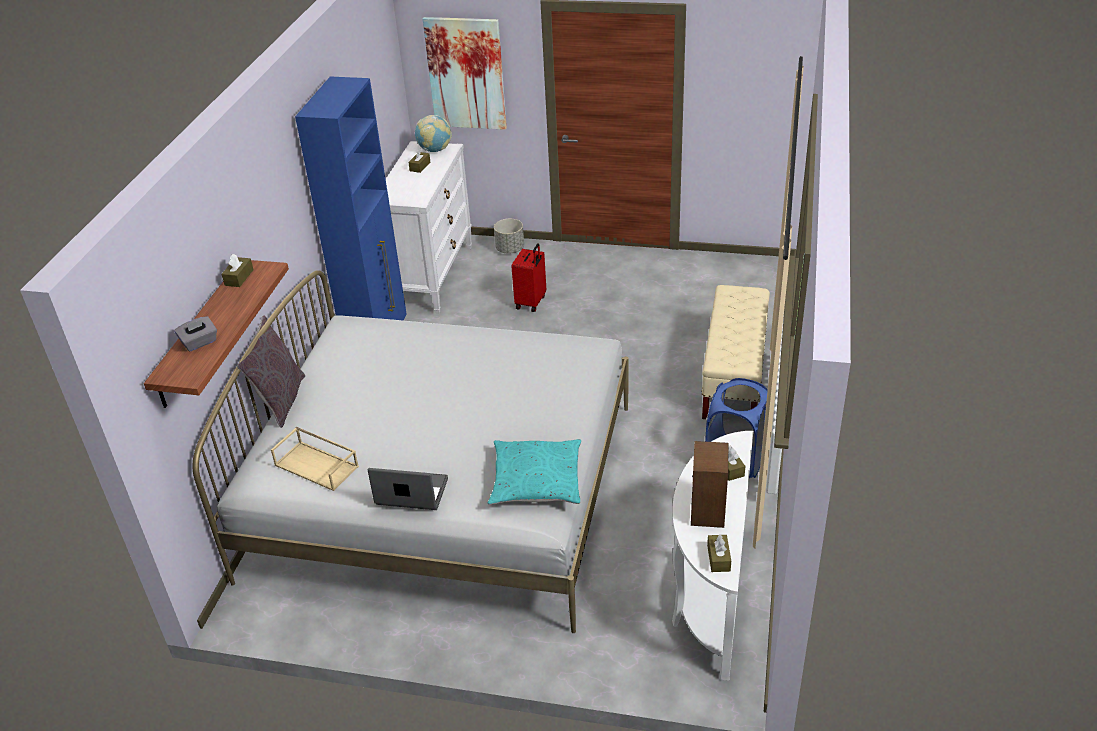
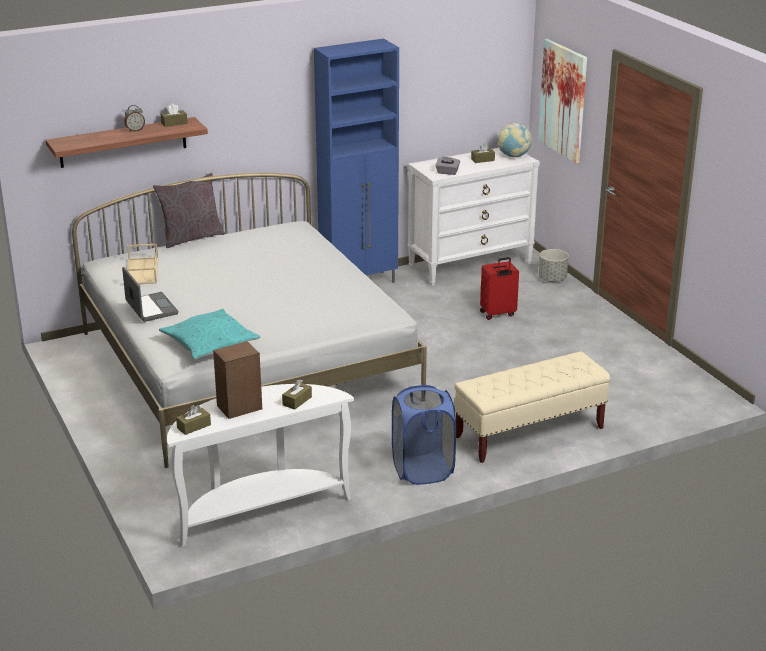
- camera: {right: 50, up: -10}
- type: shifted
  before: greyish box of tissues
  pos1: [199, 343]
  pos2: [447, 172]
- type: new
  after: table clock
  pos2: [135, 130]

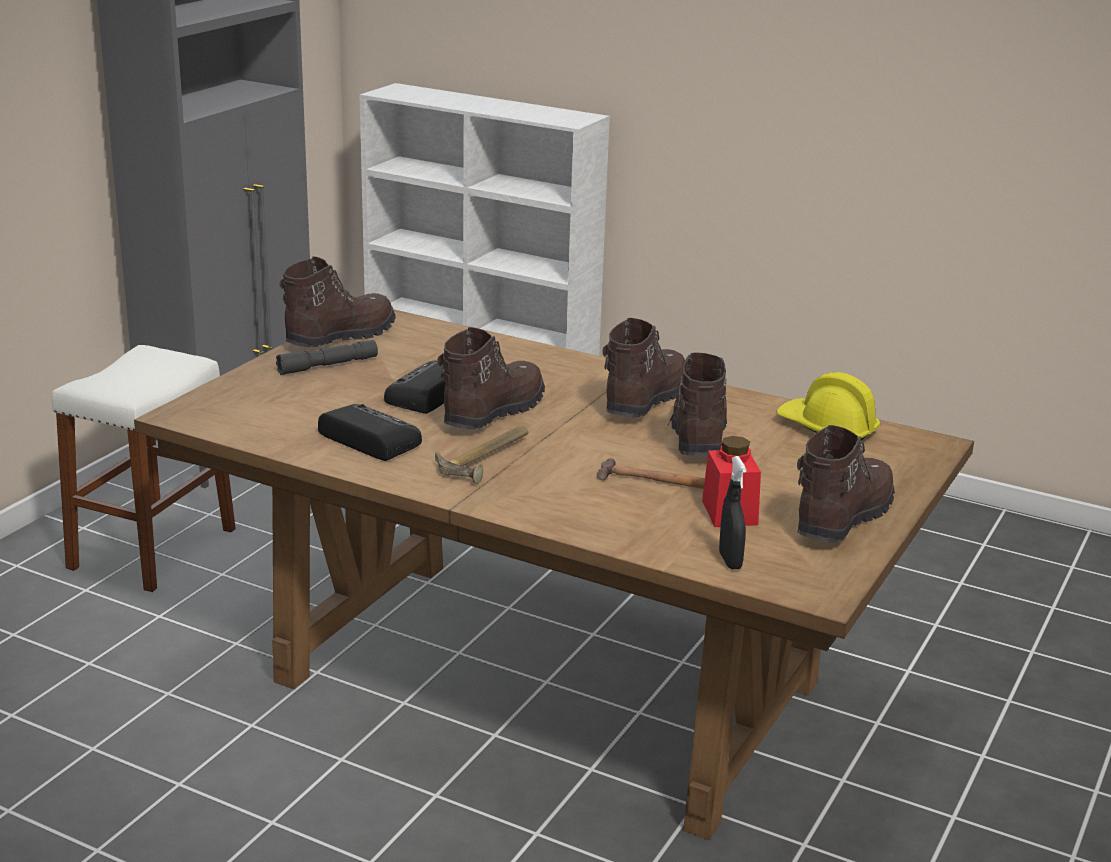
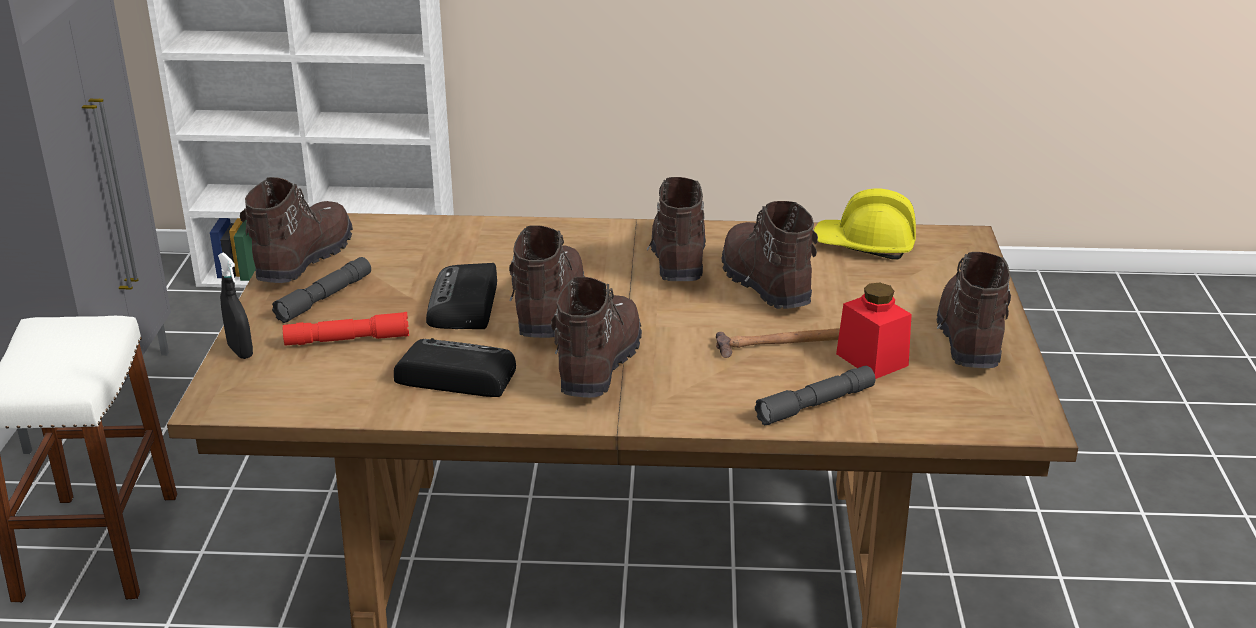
- camera: {right: -25, up: 5}
- type: swapped
  before: hammer
  after: brownish boot
  pos1: [488, 459]
  pos2: [597, 364]
- type: shifted
  before: black hand sprayer
  pos1: [730, 561]
  pos2: [240, 351]
- type: new
  after: red-coloured hand torch
  pos2: [347, 340]
- type: new
  after: greyish hand torch
  pos2: [815, 404]

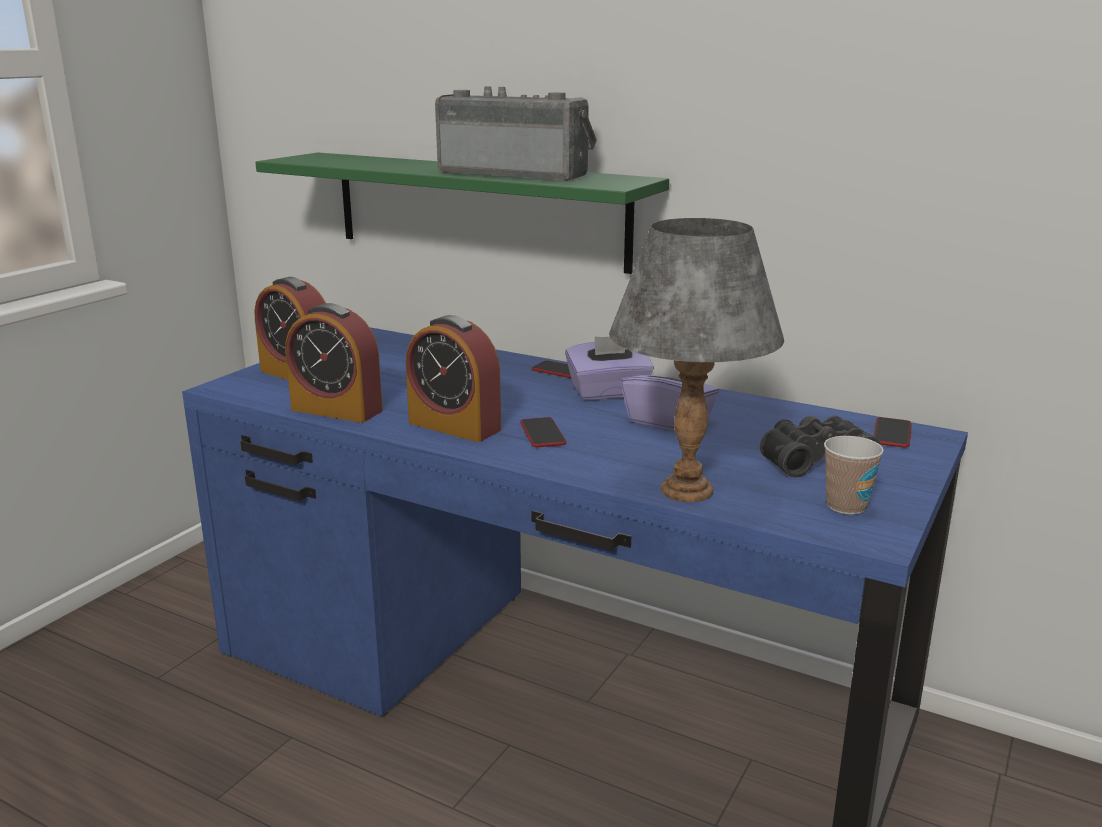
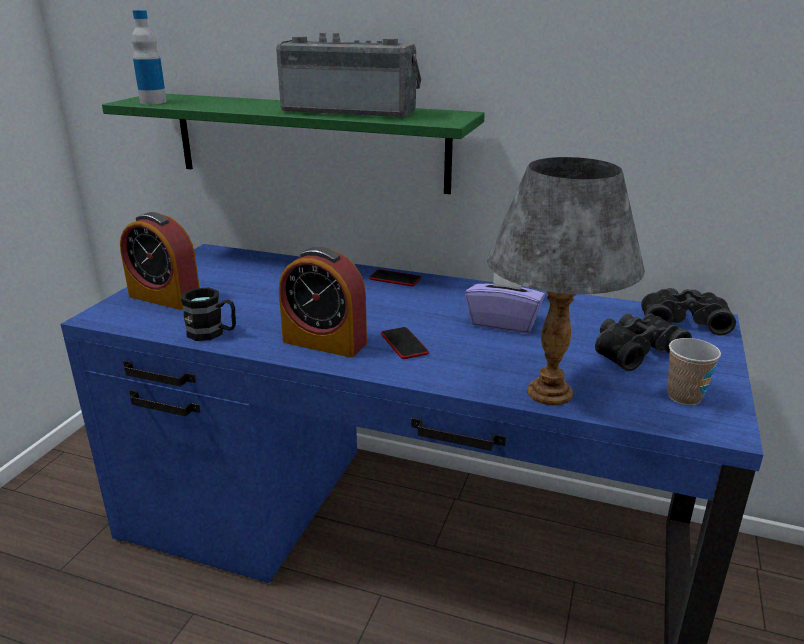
- camera: {right: -10, up: 5}
- type: swapped
  before: table clock
  after: black tea mug
  pos1: [336, 410]
  pos2: [212, 333]
- type: gone
  before: purple box of tissues
  pos1: [608, 393]
- type: swapped
  before: telephone
  after: black binoculars
  pos1: [892, 434]
  pos2: [683, 321]
- type: new
  after: beverage bottle
  pos2: [153, 102]

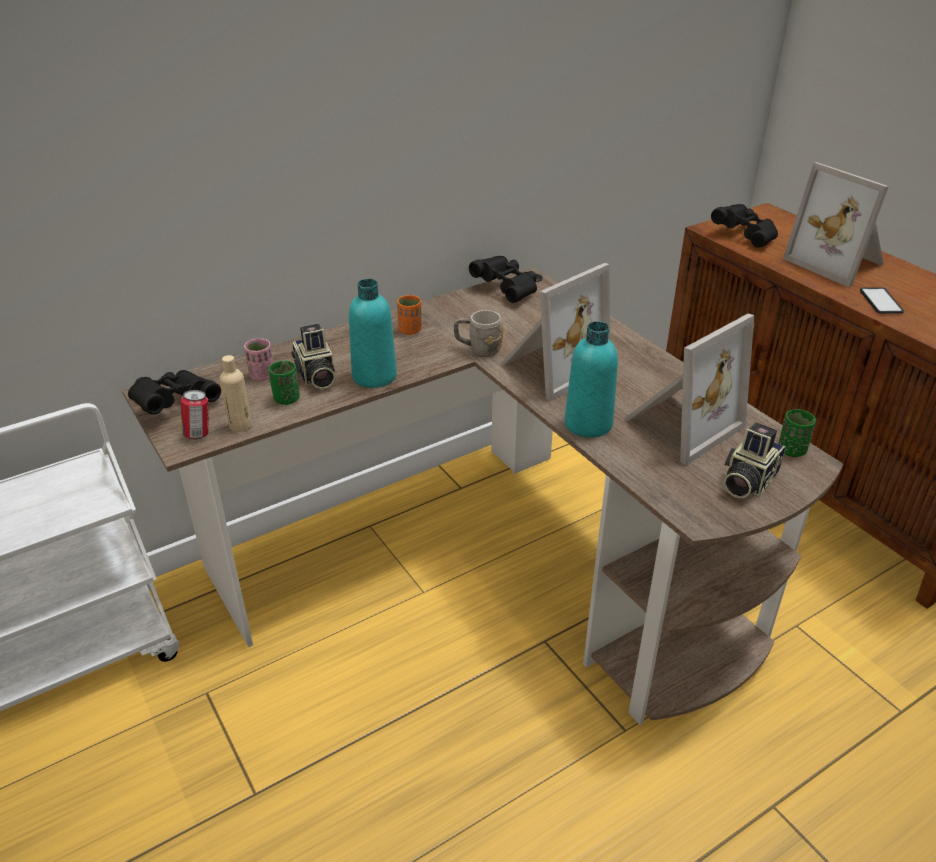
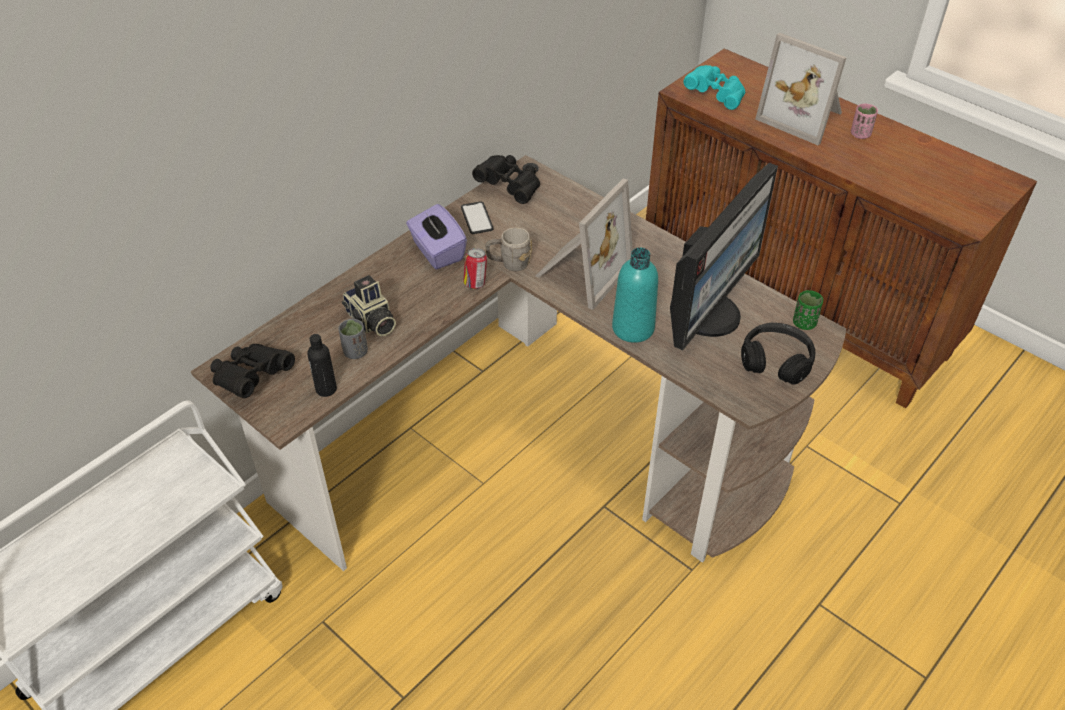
- camera: {right: -15, up: 10}
- type: shifted
  before: sealed can
  pos1: [199, 434]
  pos2: [475, 284]
- type: repainted
  before: beige beverage bottle
  after: black beverage bottle
  pos1: [240, 425]
  pos2: [326, 389]
- type: shifted
  before: pink-coloured drinking cup
  pos1: [262, 376]
  pos2: [860, 134]
- type: repainted
  before: greenish drinking cup
  after: greyish drinking cup
  pos1: [286, 399]
  pos2: [355, 352]
- type: gone
  before: blue-green beverage bottle
  pos1: [374, 376]
- type: swapped
  before: orangey drinking cup
  after: purple box of tissues
  pos1: [410, 330]
  pos2: [437, 252]
- type: swapped
  before: standing frame
  after: computer display
  pos1: [679, 424]
  pos2: [708, 314]
- type: repainted
  before: black binoculars
  after: blue-green binoculars
  pos1: [745, 236]
  pos2: [715, 96]
- type: swapped
  before: still camera
  after: black pair of headphones
  pos1: [746, 481]
  pos2: [776, 361]
- type: shifted
  before: telephone
  pos1: [880, 301]
  pos2: [477, 218]

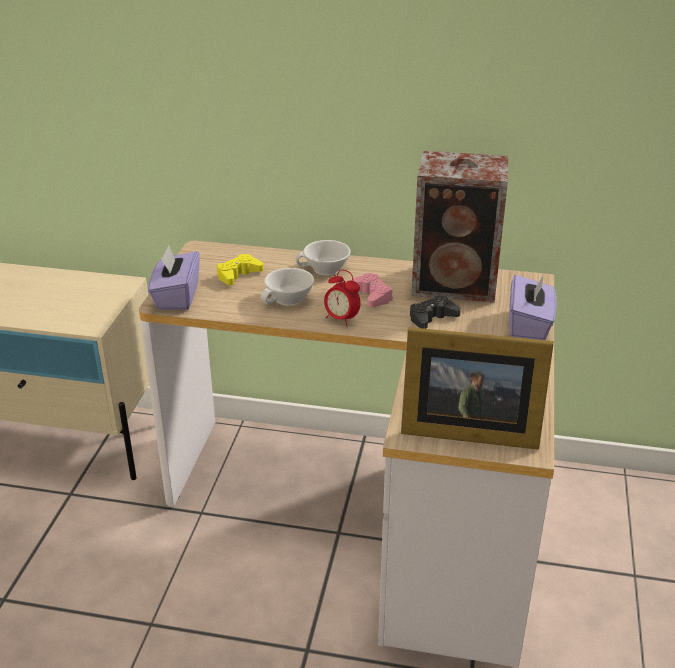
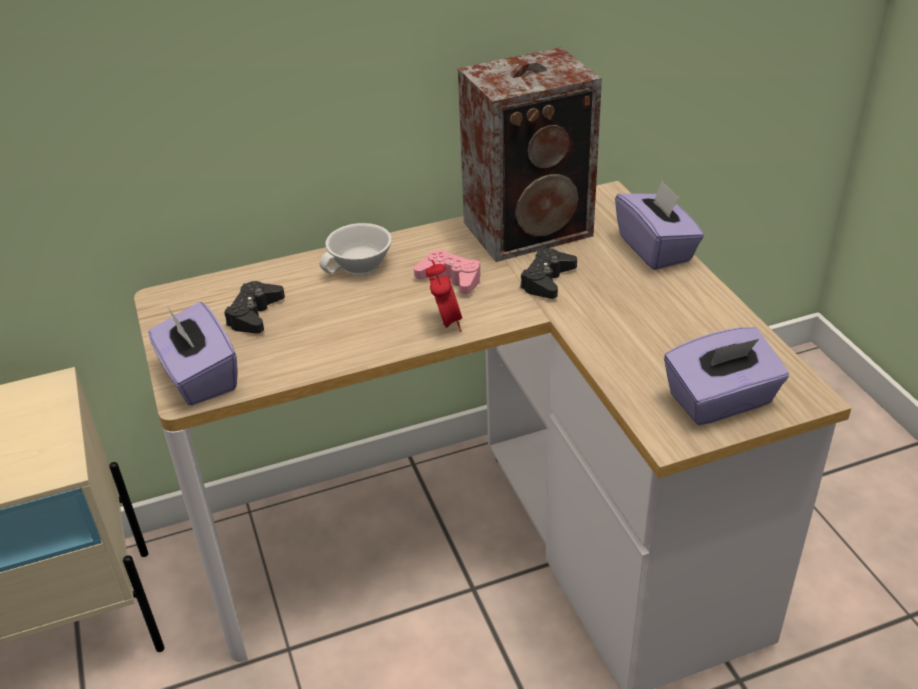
- camera: {right: -30, up: 5}
- type: repainted
  before: yellow joypad
  after: black joypad
  pos1: [238, 275]
  pos2: [255, 314]
- type: gone
  before: white-coloured drinking cup
  pos1: [289, 299]
- type: rotated
  before: table clock
  pos1: [341, 319]
  pos2: [446, 323]
  turn: -105
- type: swapped
  before: standing frame
  after: purple box of tissues
  pos1: [465, 429]
  pos2: [721, 401]

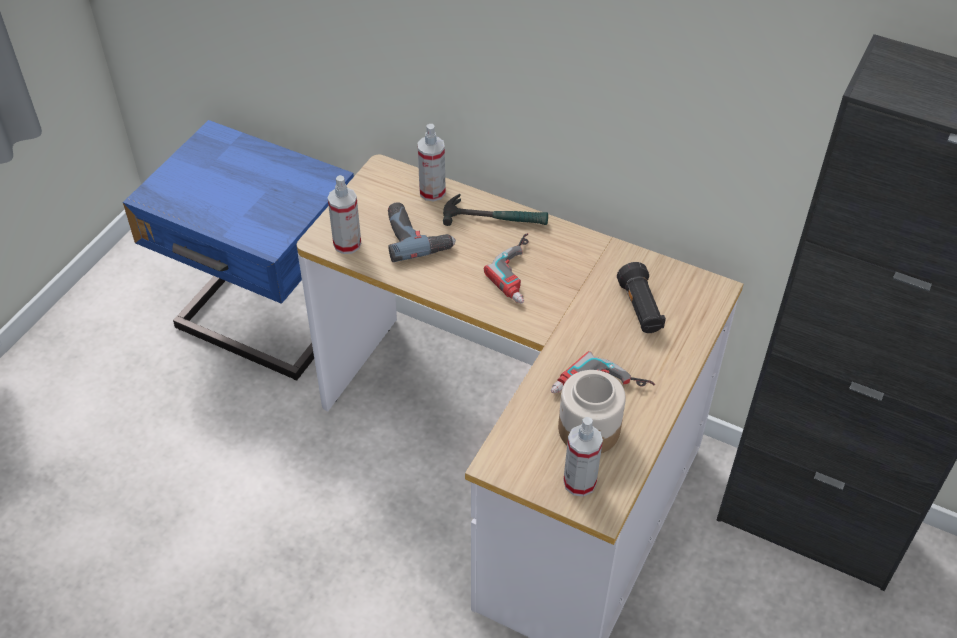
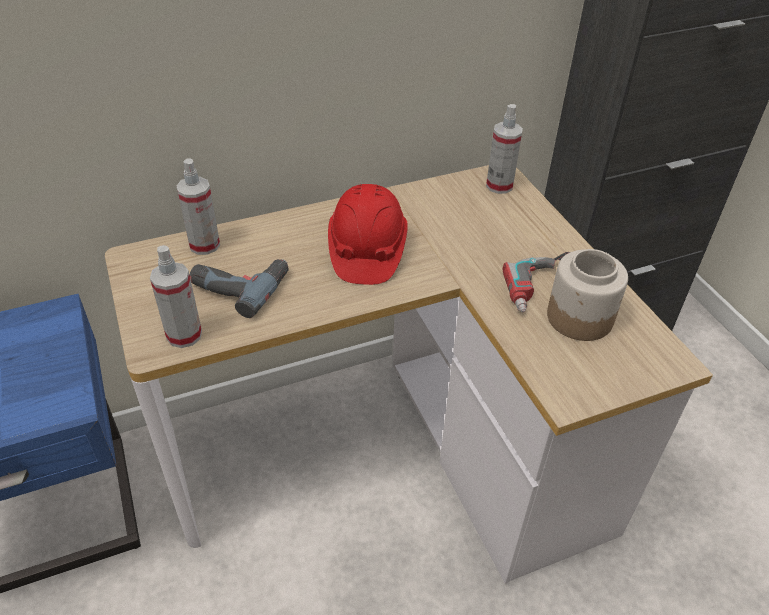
- camera: {right: -50, up: -5}
- type: gone
  before: hammer
  pos1: [495, 218]
- type: swapped
  before: electric drill
  after: red-coloured hard hat
  pos1: [522, 273]
  pos2: [366, 251]
- type: shifted
  before: hand sprayer
  pos1: [579, 482]
  pos2: [499, 185]
- type: gone
  before: black hand torch
  pos1: [640, 309]

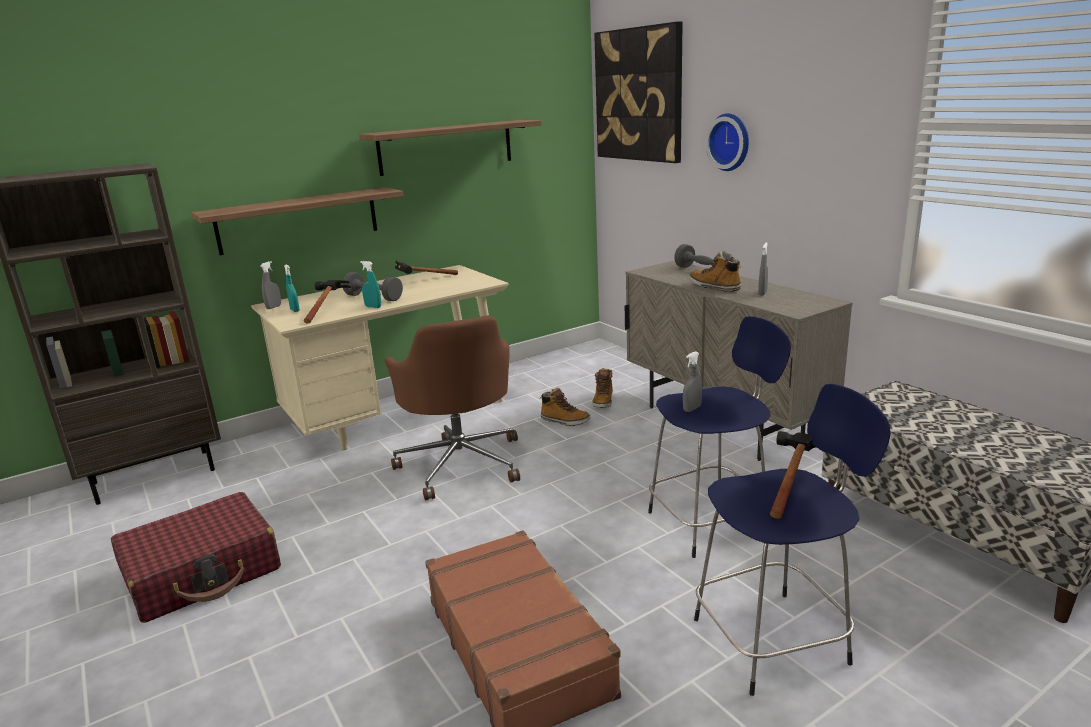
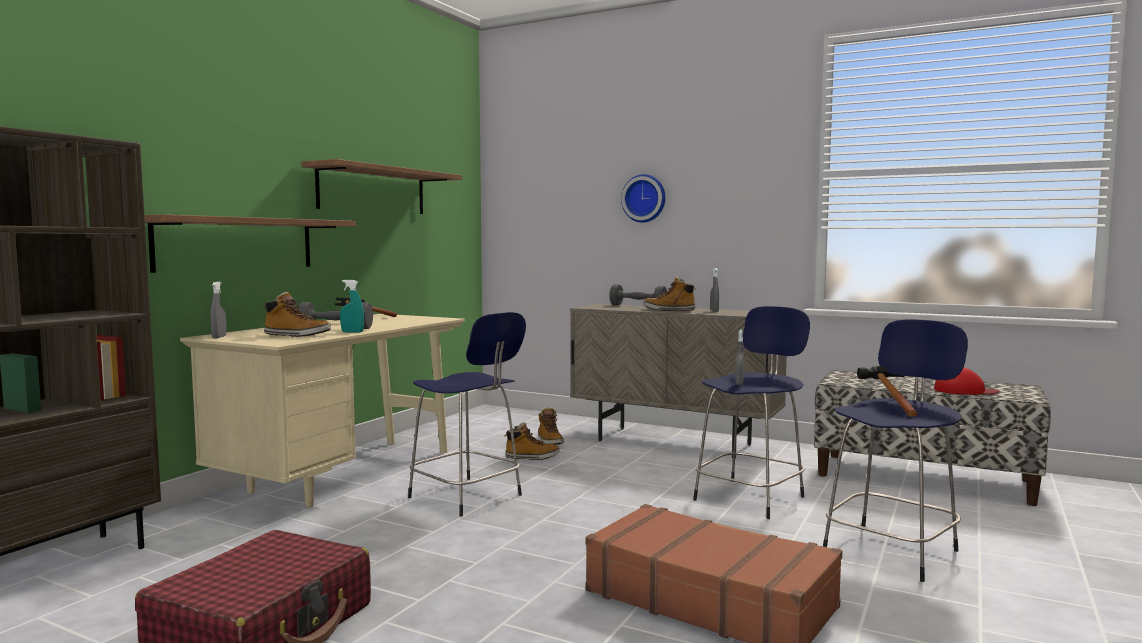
- camera: {right: -30, up: -15}
- type: gone
  before: blue-green hand sprayer
  pos1: [295, 310]
- type: swapped
  before: hammer
  after: boot
  pos1: [326, 309]
  pos2: [296, 335]
- type: swapped
  before: brownish desk chair
  after: blue sitting stool
  pos1: [461, 463]
  pos2: [468, 497]
- type: gone
  before: wall picture
  pos1: [639, 95]
- type: new
  after: red-coloured cap
  pos2: [964, 391]

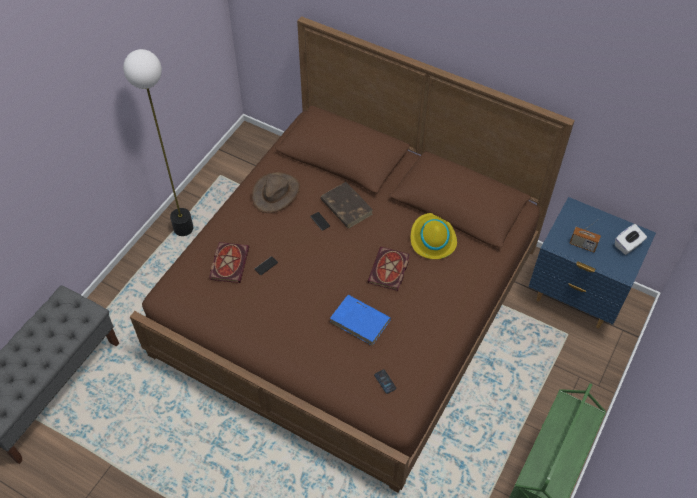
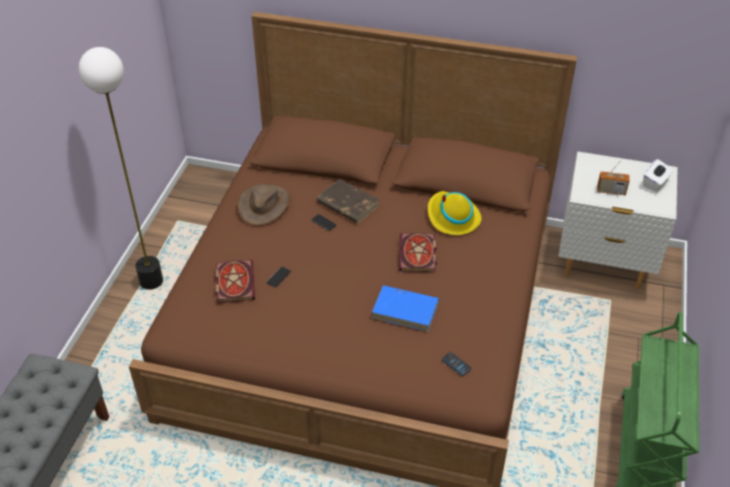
- camera: {right: -15, up: -10}
- type: repainted
  before: blue bedside table
  after: white-coloured bedside table
  pos1: [575, 297]
  pos2: [603, 264]

